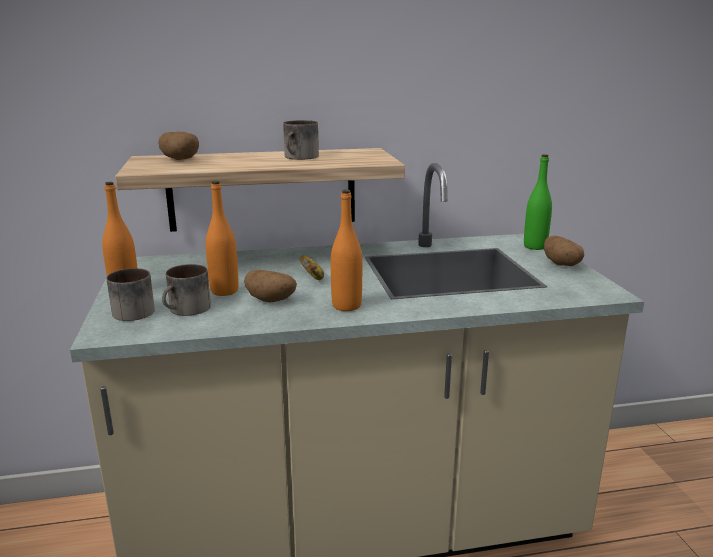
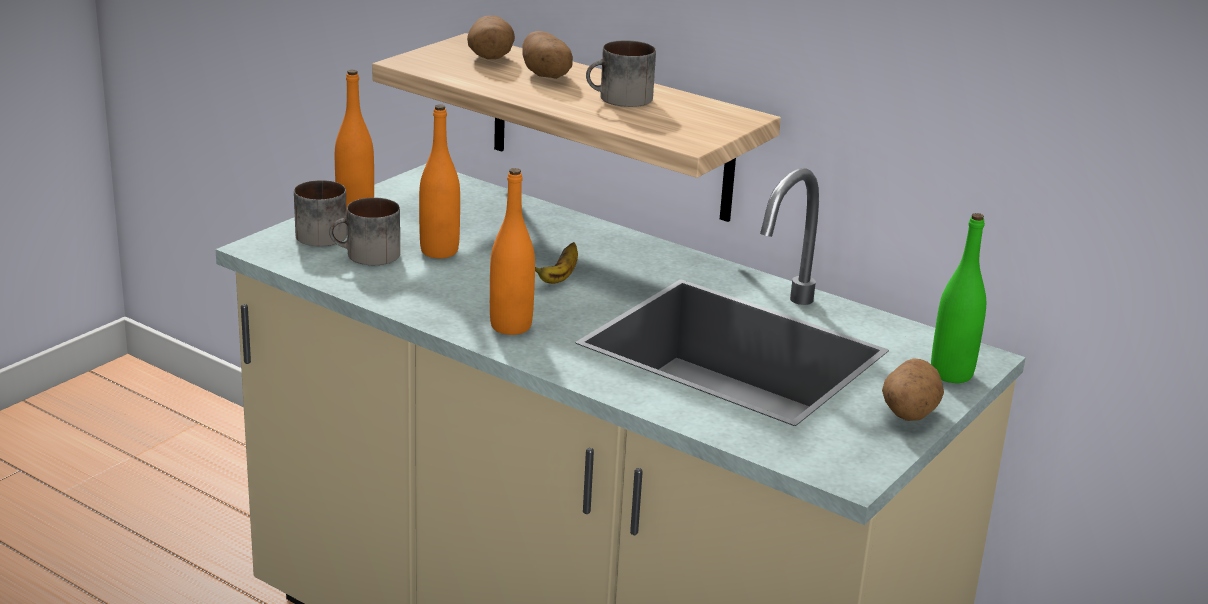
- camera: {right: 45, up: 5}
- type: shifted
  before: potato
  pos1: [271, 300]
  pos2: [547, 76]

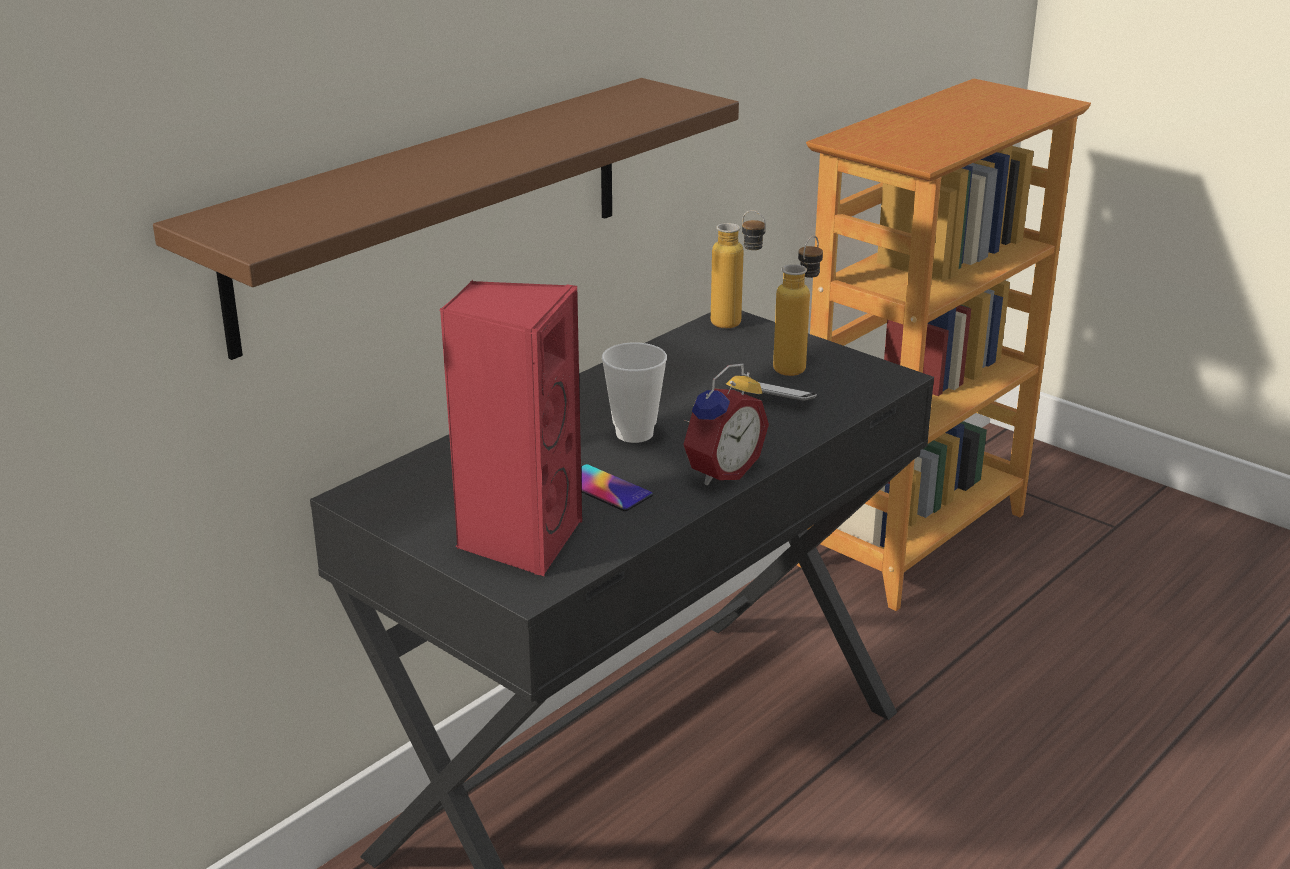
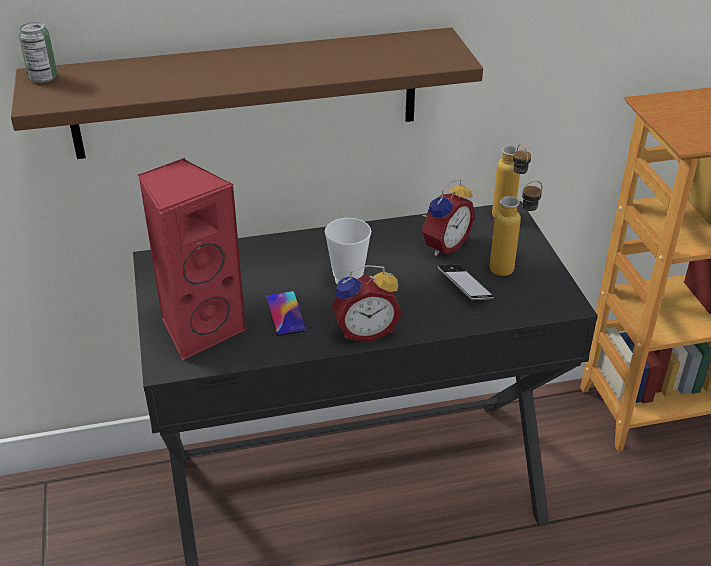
- camera: {right: 35, up: 10}
- type: new
  after: sealed can
  pos2: [43, 78]
- type: new
  after: table clock
  pos2: [443, 245]

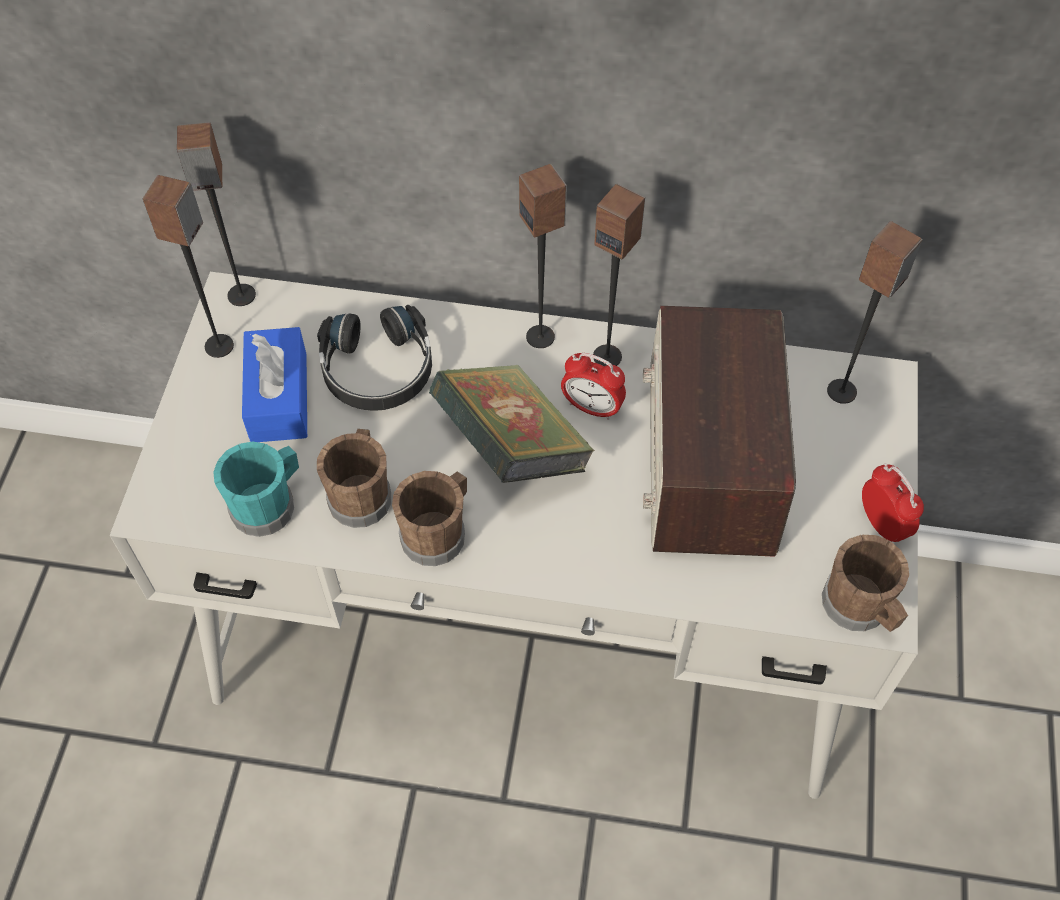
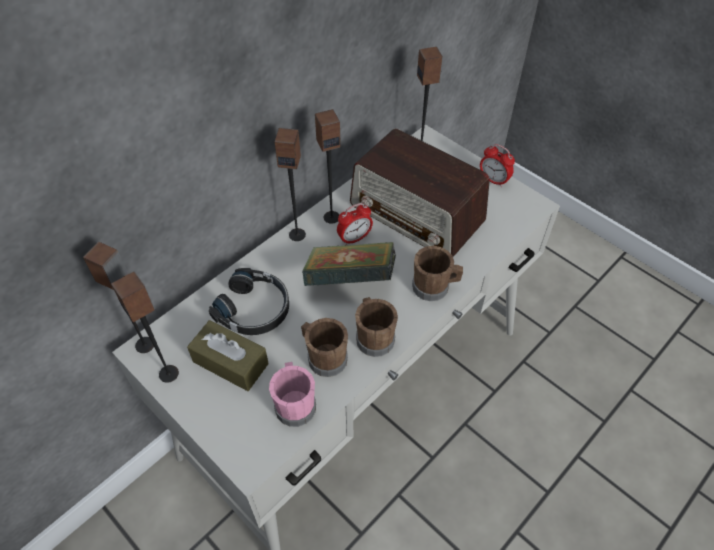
- camera: {right: -55, up: -5}
- type: repainted
  before: blue-green tea mug
  after: pink-coloured tea mug
  pos1: [269, 504]
  pos2: [295, 403]
- type: repainted
  before: blue box of tissues
  after: brownish box of tissues
  pos1: [279, 397]
  pos2: [230, 362]
- type: shifted
  before: brownish tea mug
  pos1: [860, 608]
  pos2: [435, 287]
- type: rotated
  before: table clock
  pos1: [882, 524]
  pos2: [493, 180]
  turn: -150

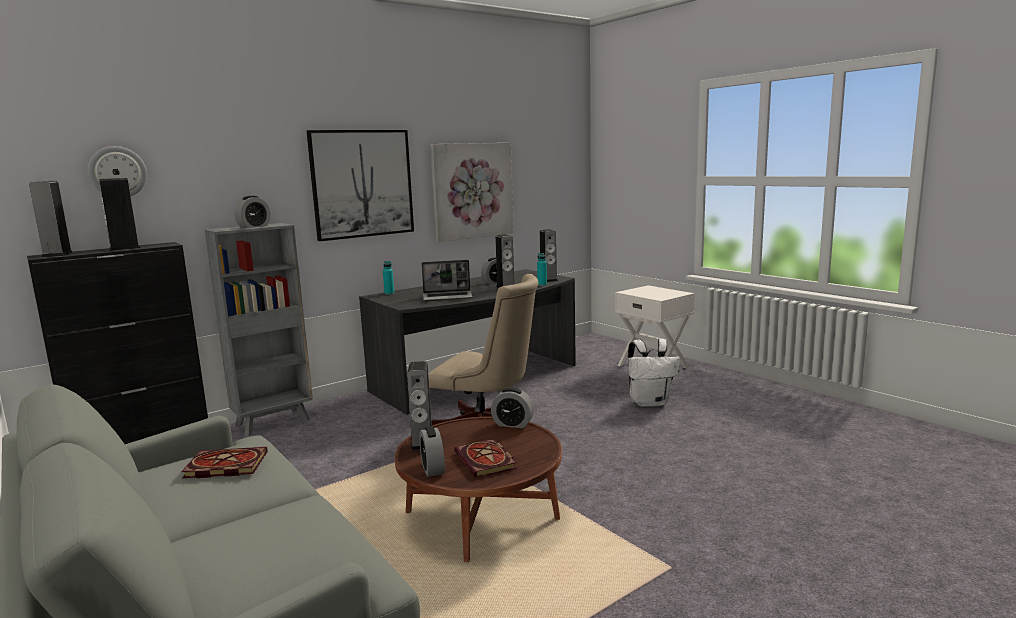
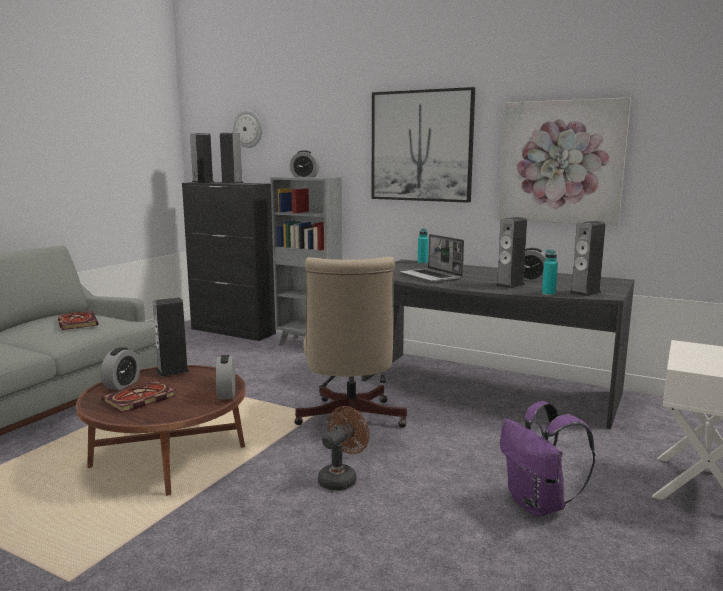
- camera: {right: 65, up: 0}
- type: rotated
  before: table clock
  pos1: [432, 469]
  pos2: [122, 385]
  turn: 150
- type: repainted
  before: white-coloured rucksack
  after: purple rucksack
  pos1: [650, 402]
  pos2: [539, 505]
- type: new
  after: brownish fan
  pos2: [341, 478]

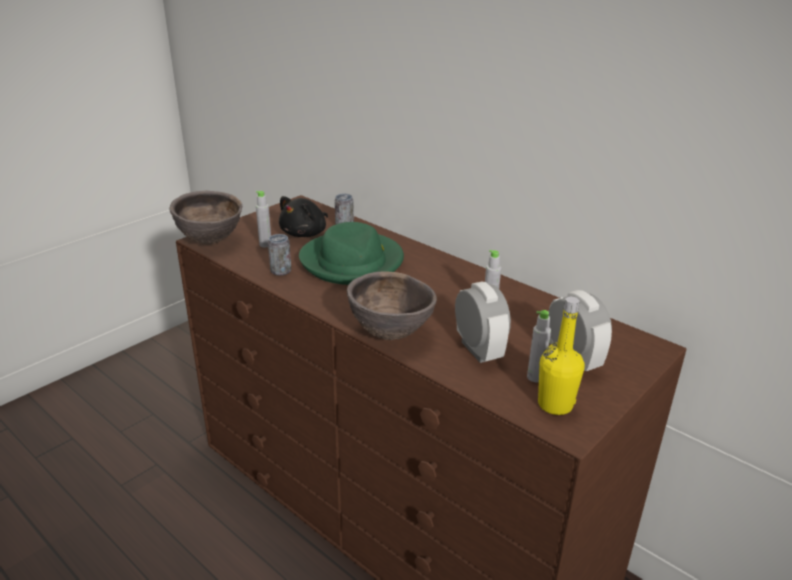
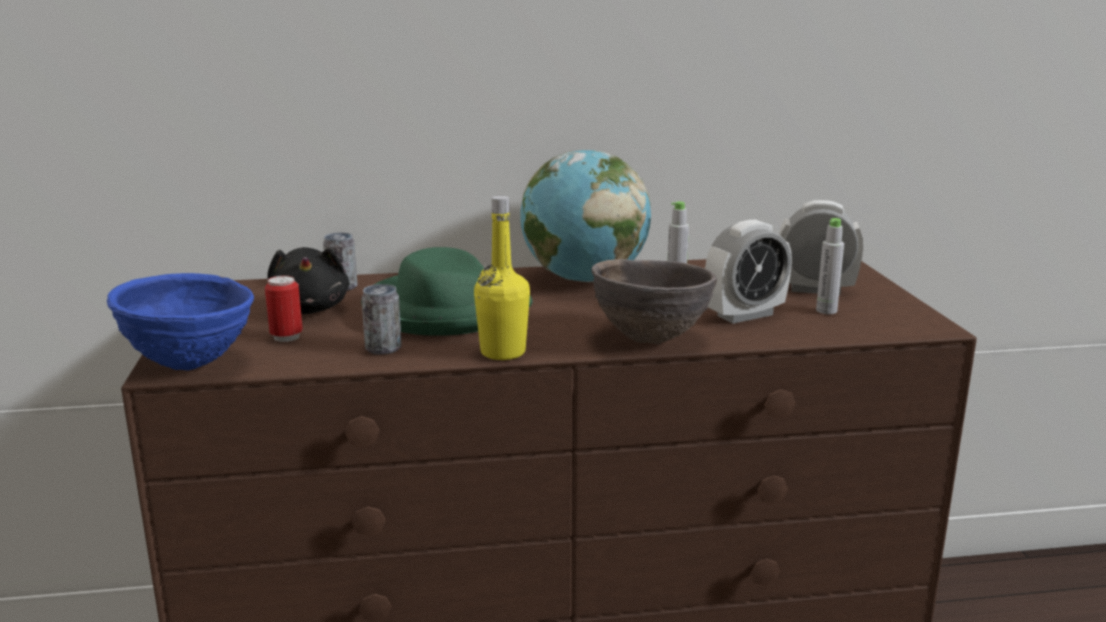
- camera: {right: -50, up: -10}
- type: repainted
  before: brownish deep dish
  after: blue deep dish
  pos1: [210, 242]
  pos2: [191, 365]
- type: swapped
  before: greyish beverage bottle
  after: sealed can
  pos1: [265, 244]
  pos2: [286, 337]
- type: rotated
  before: table clock
  pos1: [478, 350]
  pos2: [745, 315]
  turn: 135
- type: shifted
  before: yellow beverage bottle
  pos1: [555, 405]
  pos2: [503, 352]
- type: new
  after: world globe
  pos2: [584, 279]

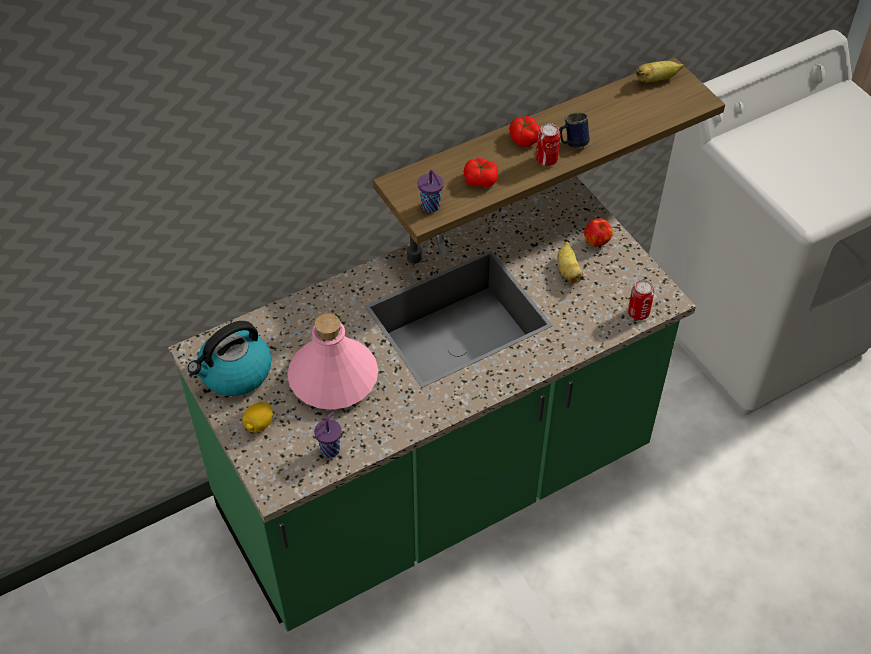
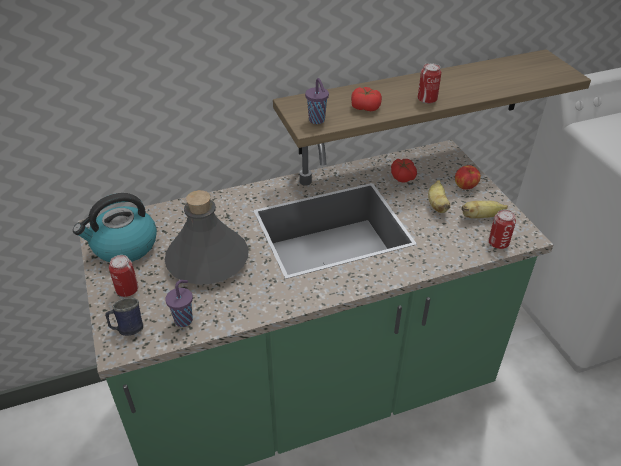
- camera: {right: 10, up: -10}
- type: swapped
  before: citrus fruit
  after: sealed can
  pos1: [259, 425]
  pos2: [127, 290]
- type: repainted
  before: pink-coloured beverage bottle
  after: greyish beverage bottle
  pos1: [334, 378]
  pos2: [208, 261]
- type: shifted
  before: whole tomato
  pos1: [524, 138]
  pos2: [402, 176]
- type: shifted
  before: blue tea mug
  pos1: [572, 143]
  pos2: [127, 328]
- type: shifted
  before: banana
  pos1: [656, 79]
  pos2: [481, 217]

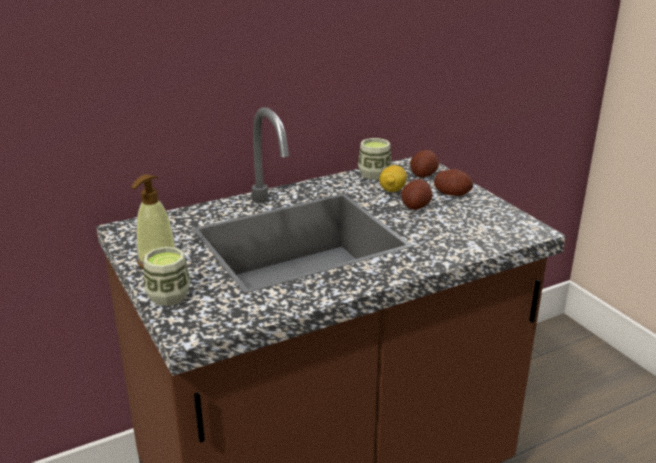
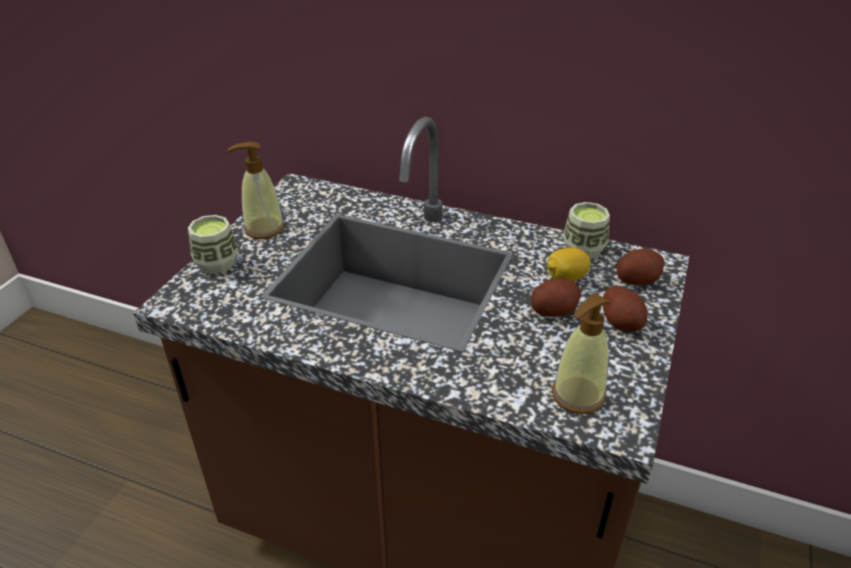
- camera: {right: 50, up: 10}
- type: new
  after: soap dispenser
  pos2: [577, 395]

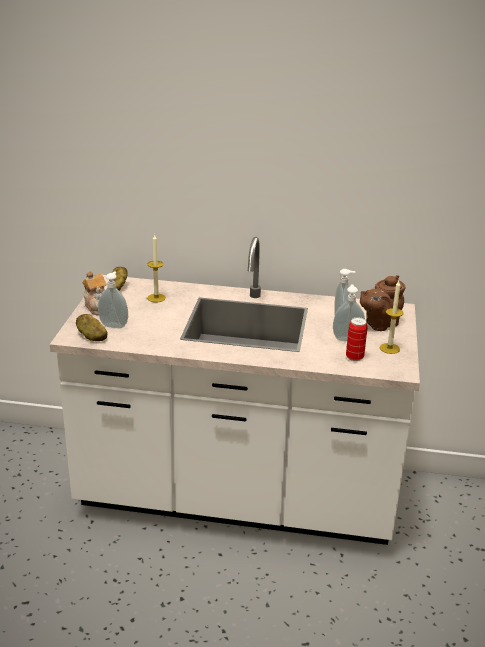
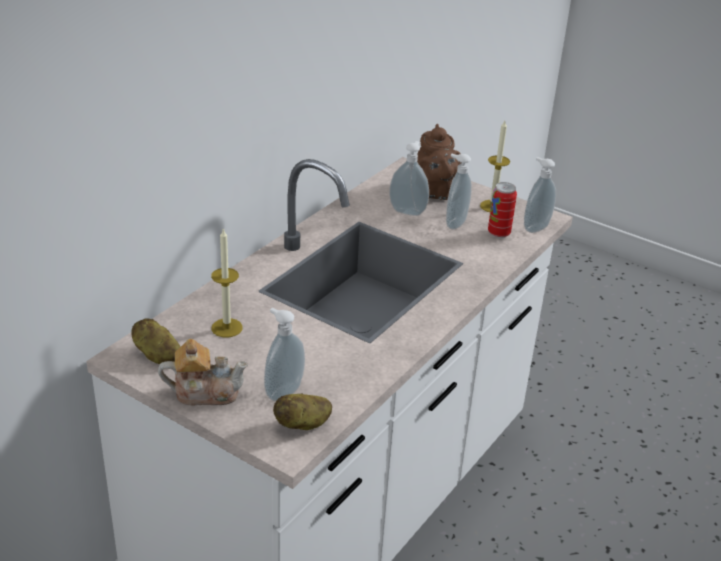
- camera: {right: -65, up: 5}
- type: new
  after: soap dispenser
  pos2: [534, 227]

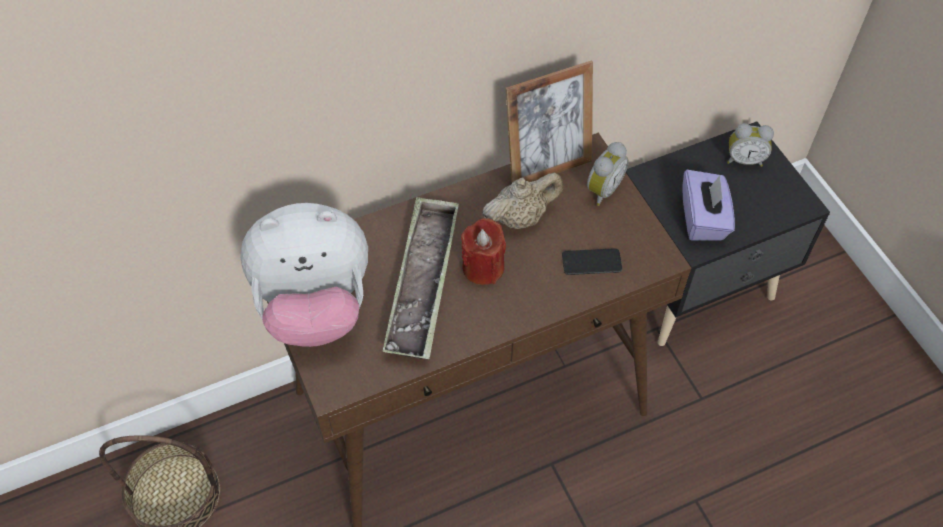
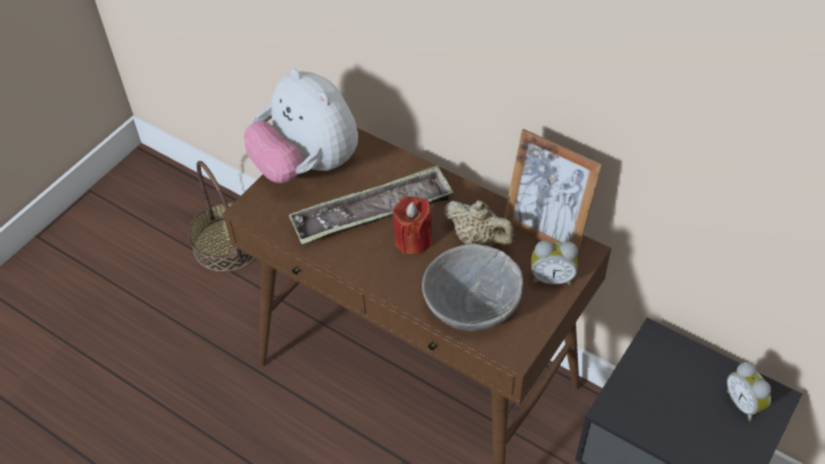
- camera: {right: 60, up: -5}
- type: swapped
  before: telephone
  after: greyish deep dish
  pos1: [591, 262]
  pos2: [472, 305]
- type: gone
  before: purple box of tissues
  pos1: [703, 219]

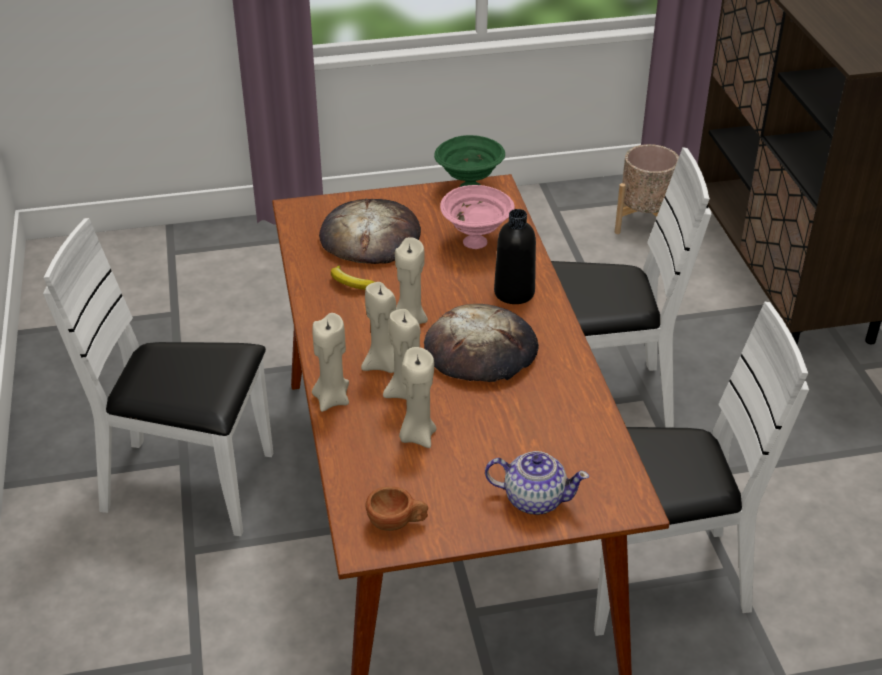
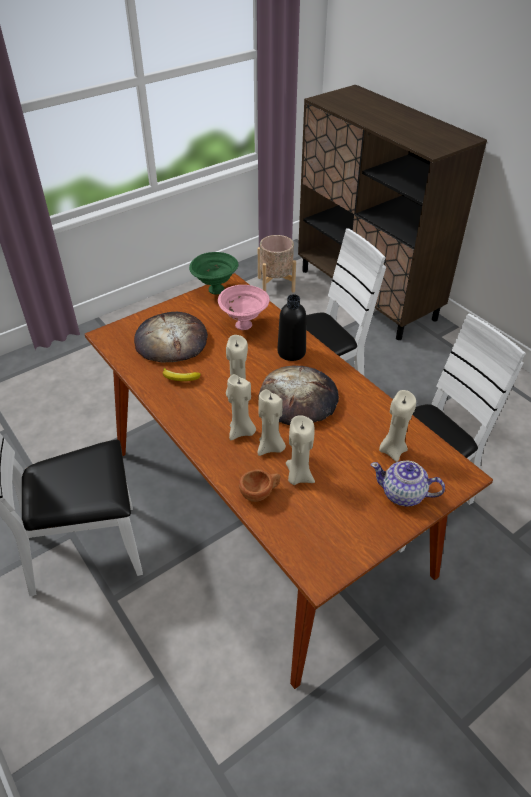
- camera: {right: -25, up: 5}
- type: shifted
  before: beige candle
  pos1: [332, 399]
  pos2: [392, 450]
- type: shifted
  before: brownish drinking cup
  pos1: [397, 522]
  pos2: [260, 493]
- type: rotated
  before: tea pot
  pos1: [534, 499]
  pos2: [403, 494]
  turn: -150

